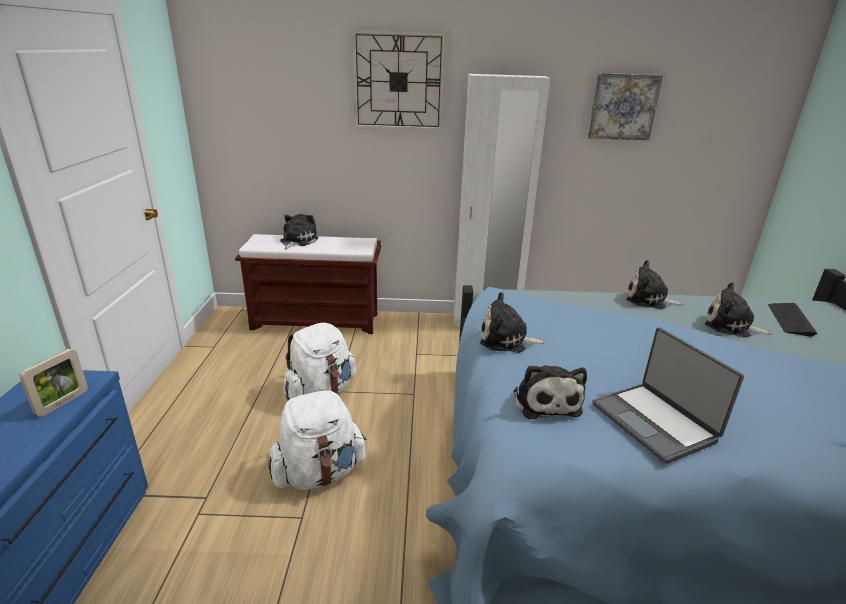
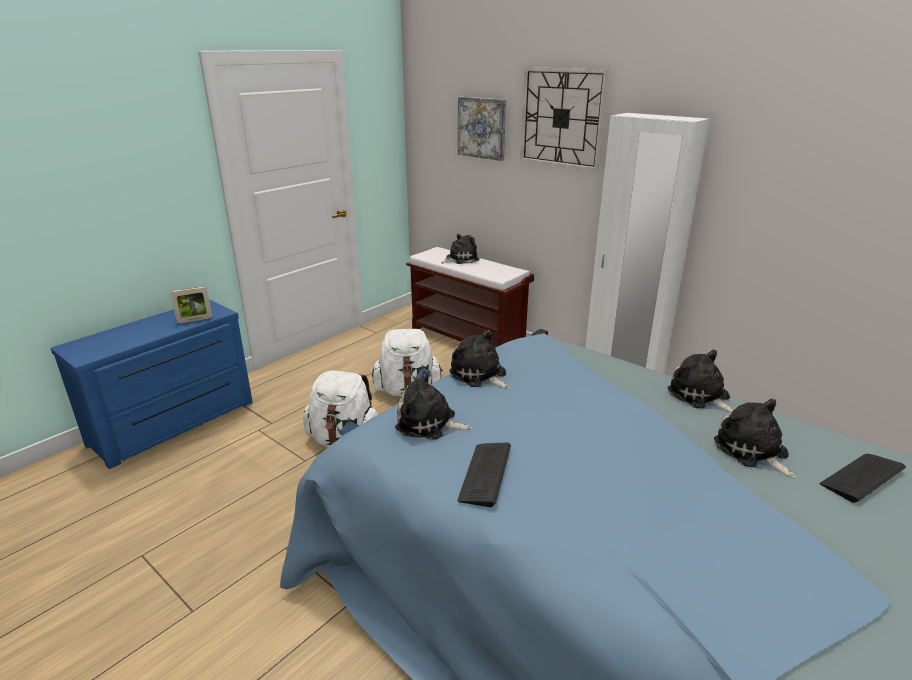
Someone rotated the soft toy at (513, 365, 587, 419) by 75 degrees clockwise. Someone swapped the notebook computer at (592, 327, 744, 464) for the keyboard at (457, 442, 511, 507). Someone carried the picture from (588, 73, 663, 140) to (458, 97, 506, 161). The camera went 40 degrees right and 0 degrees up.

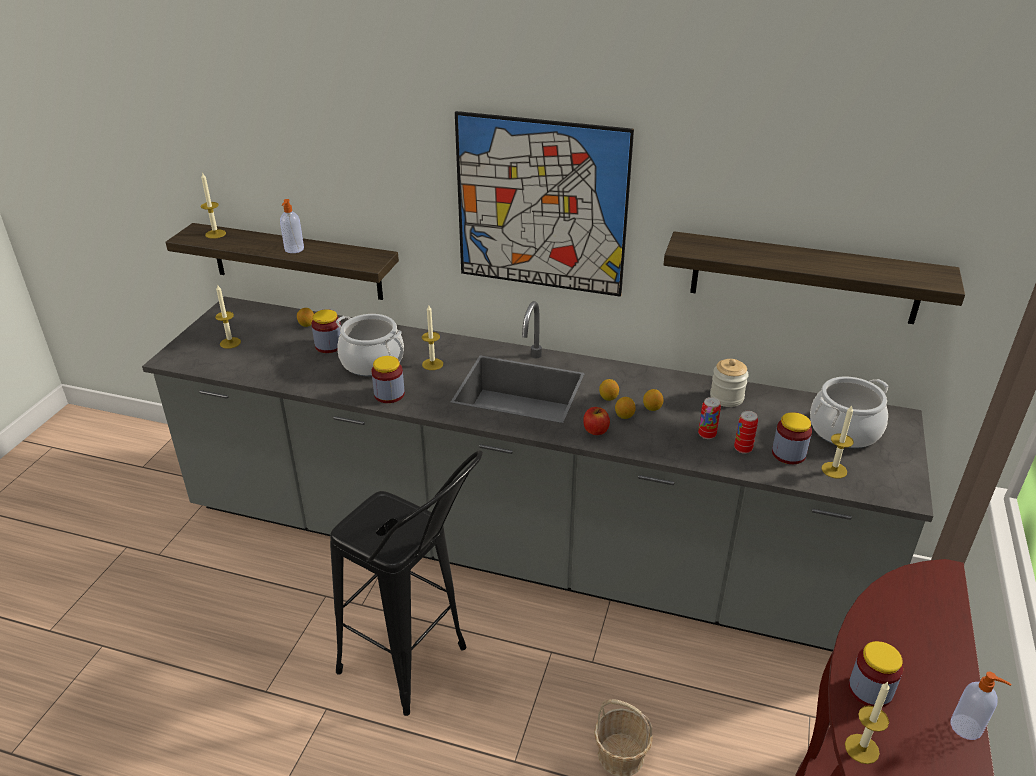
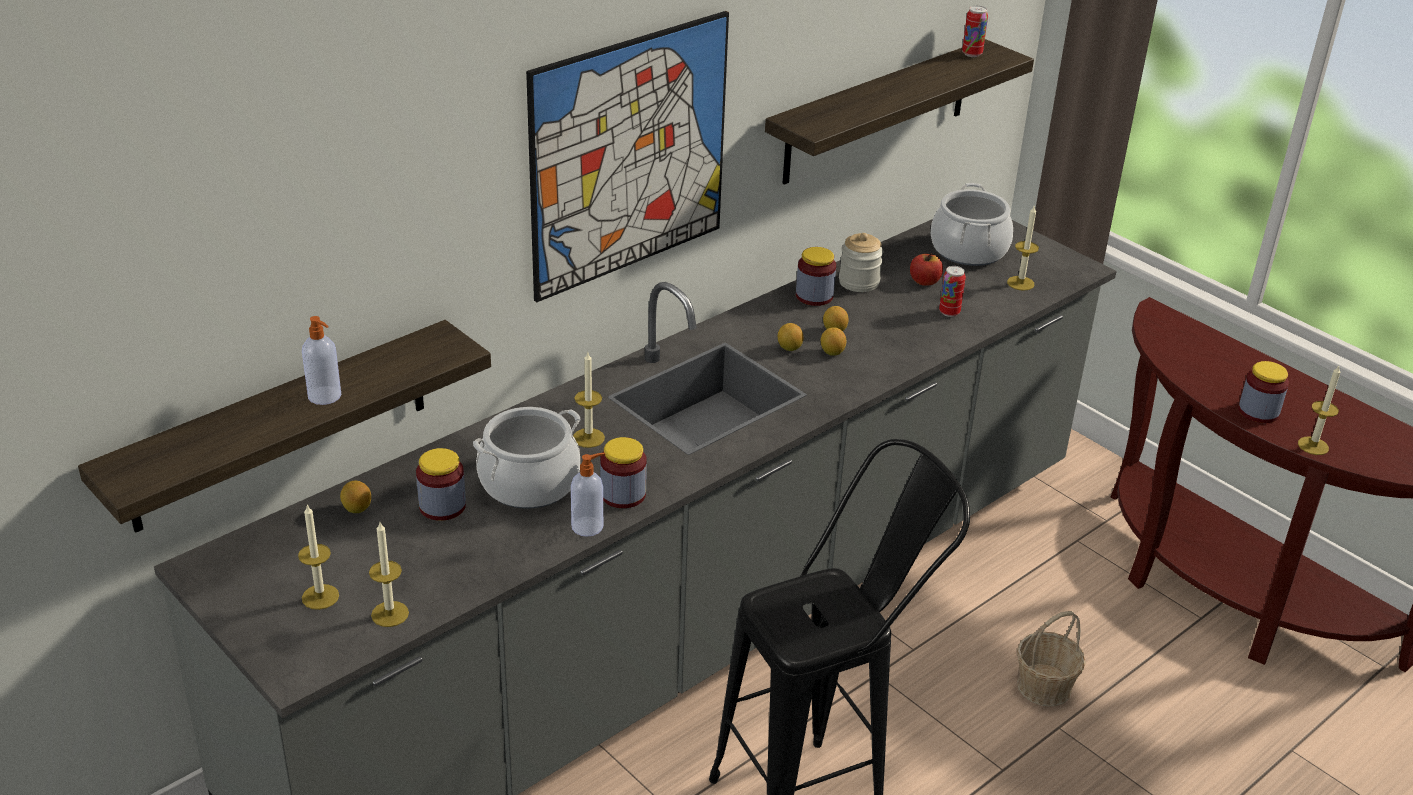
Someone carried the wax candle from (201, 172, 226, 239) to (369, 522, 409, 627). Someone carried the soap dispenser from (950, 671, 1011, 740) to (571, 453, 605, 537). Someone carried the storage jar from (772, 412, 812, 464) to (796, 247, 836, 306). Someone carried the whole apple from (583, 407, 610, 435) to (910, 253, 943, 286). Someone carried the sealed can from (698, 397, 721, 439) to (962, 6, 988, 57). The camera went 60 degrees left and 0 degrees up.

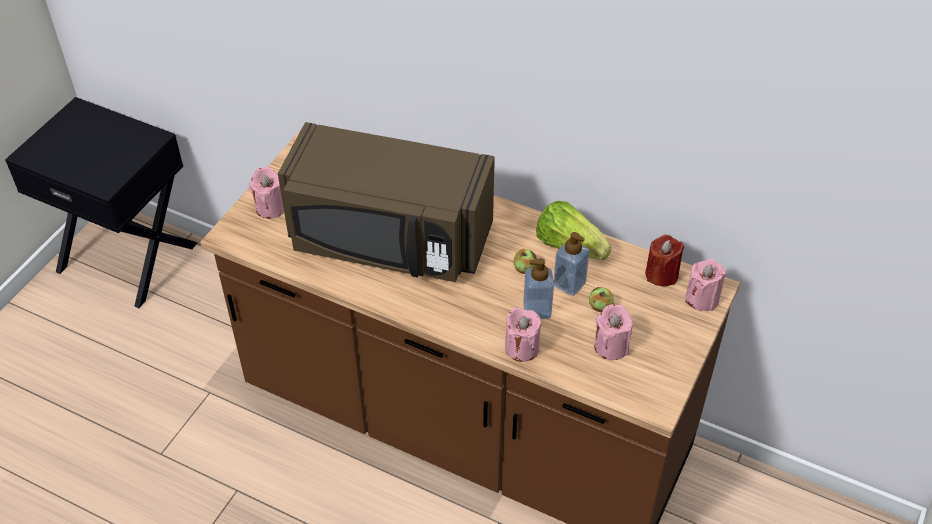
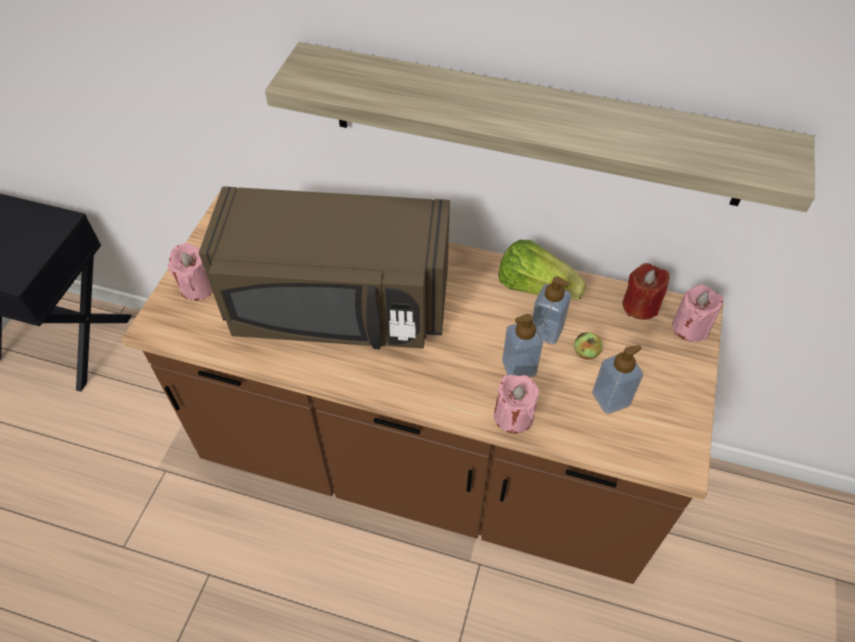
Someone put up the bracket shelf at (265, 42, 815, 212). Someone swapped the pink wax candle at (594, 304, 633, 360) for the soap dispenser at (592, 345, 643, 414). Someone took away the whole apple at (513, 249, 537, 274). The camera went 10 degrees left and 5 degrees up.

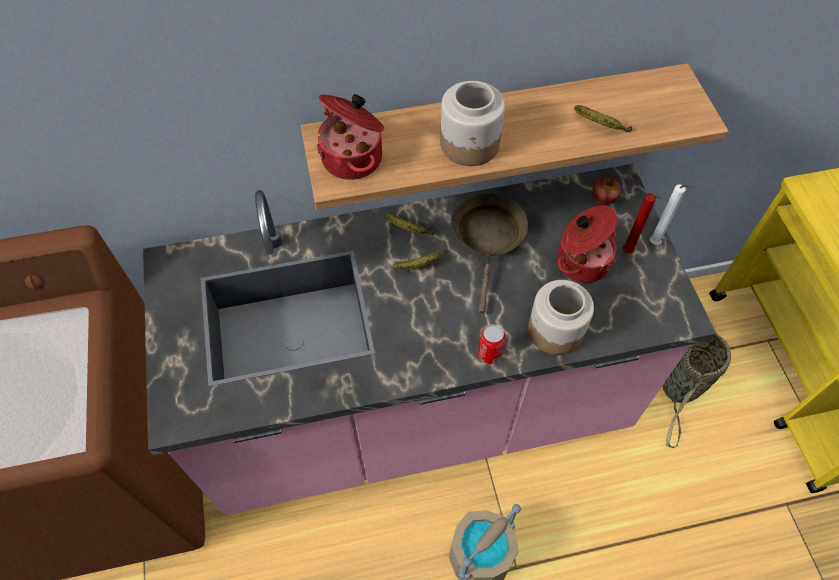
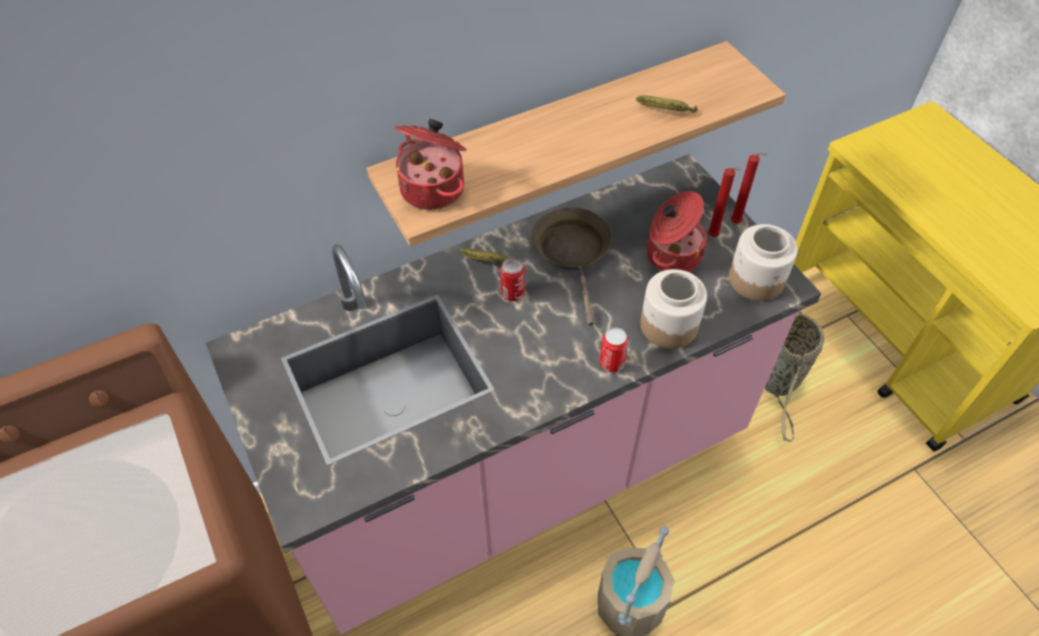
Someone swapped the banana fruit at (392, 248, 444, 270) for the sealed can at (500, 258, 525, 301). Someone carried the storage jar from (440, 81, 505, 166) to (729, 224, 798, 301). Someone repainted the white-coloured wax candle at (650, 184, 693, 245), which became the red-coloured wax candle at (730, 153, 767, 224). Someone took away the whole apple at (593, 178, 621, 205). The camera went 15 degrees left and 5 degrees down.

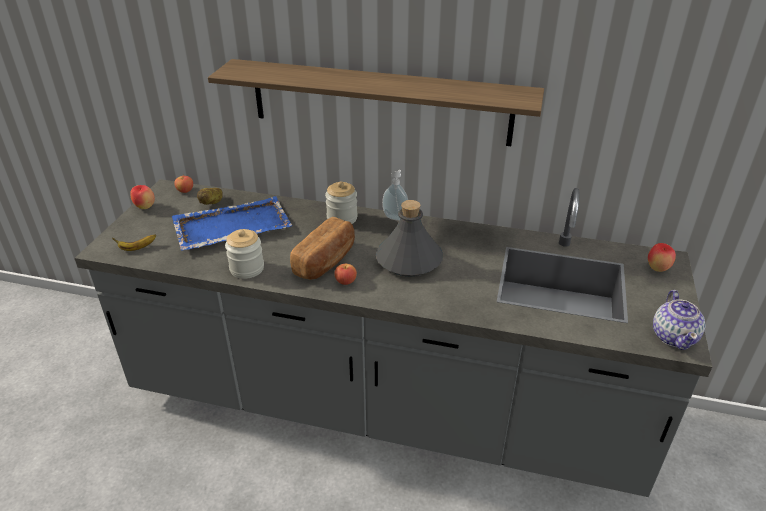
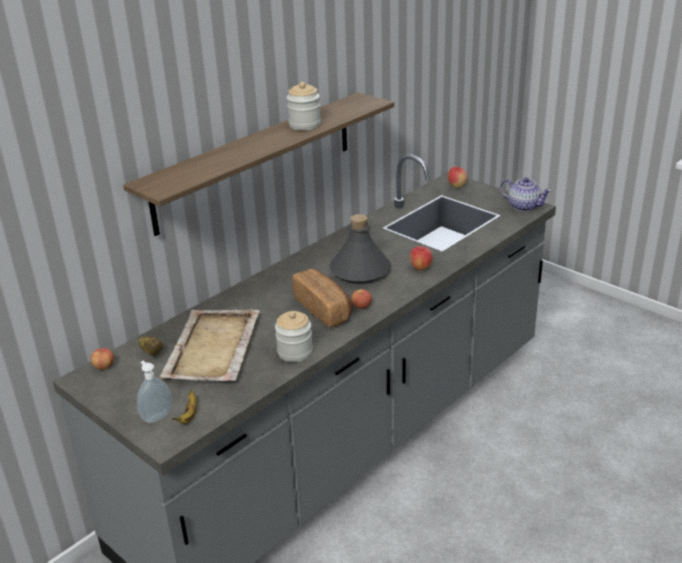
Someone carried the soap dispenser from (382, 170, 408, 221) to (137, 361, 172, 423). Someone repainted the blue carrying tray at (172, 196, 292, 251), which became the beige-coloured carrying tray at (159, 309, 260, 381). Someone carried the storage jar from (325, 181, 358, 224) to (287, 82, 321, 130). Someone carried the whole apple from (130, 185, 155, 209) to (410, 246, 433, 271). The camera went 60 degrees left and 5 degrees down.

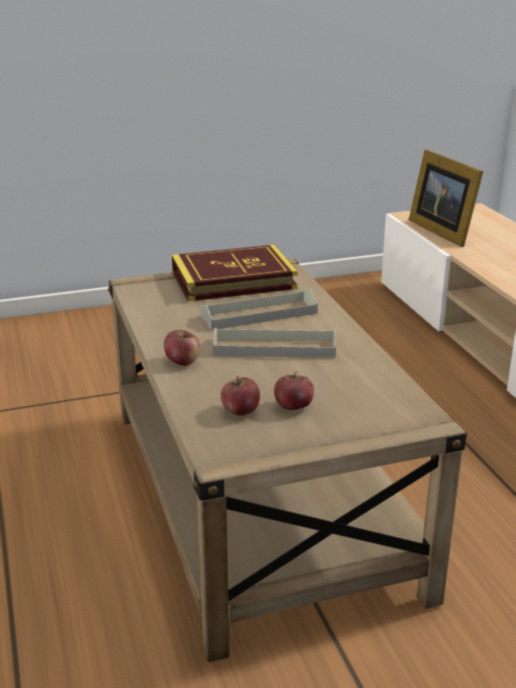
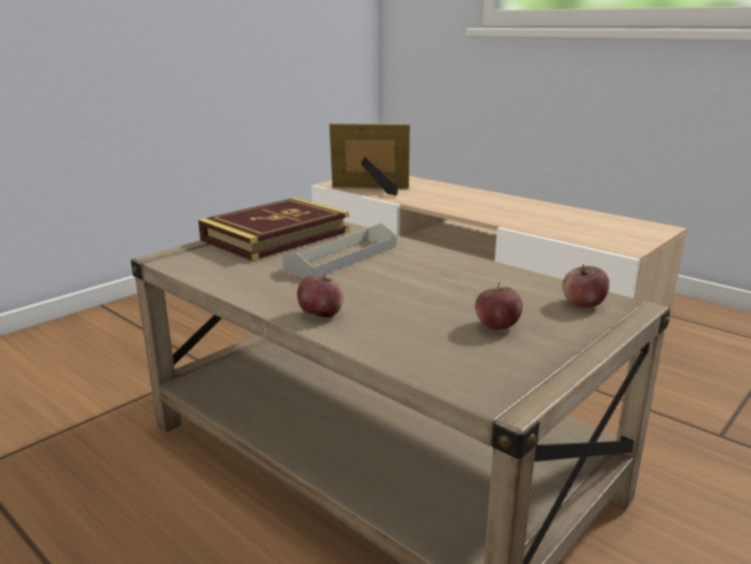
Someone rotated the standing frame at (409, 150, 483, 247) by 150 degrees clockwise. Someone carried the whole apple from (221, 376, 260, 416) to (562, 264, 609, 308). Someone took away the greyish carrying tray at (213, 328, 336, 358). The camera went 30 degrees left and 5 degrees down.

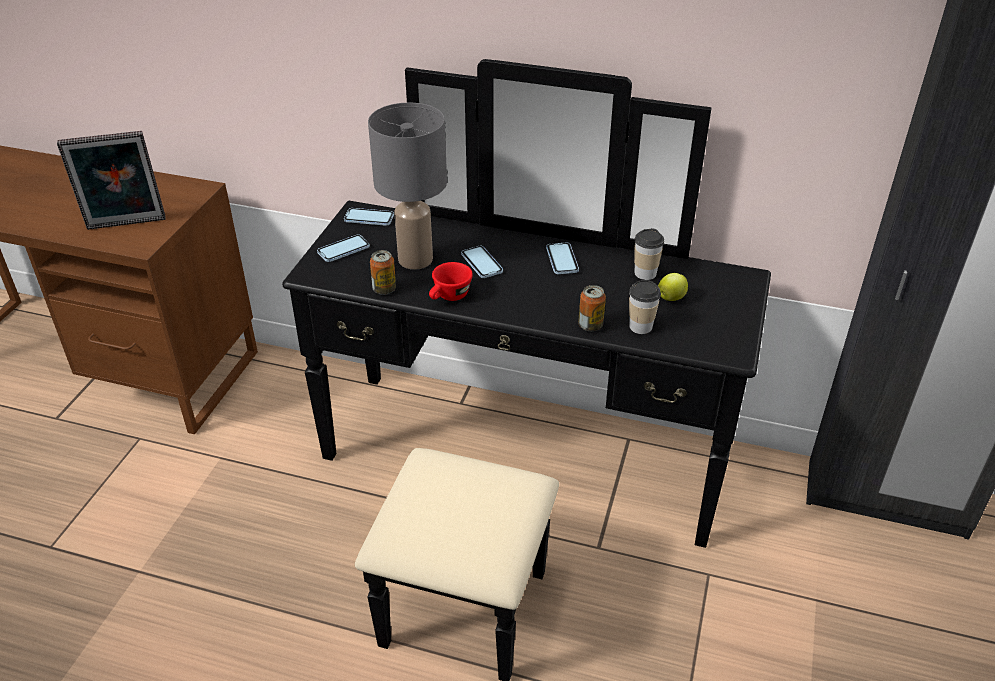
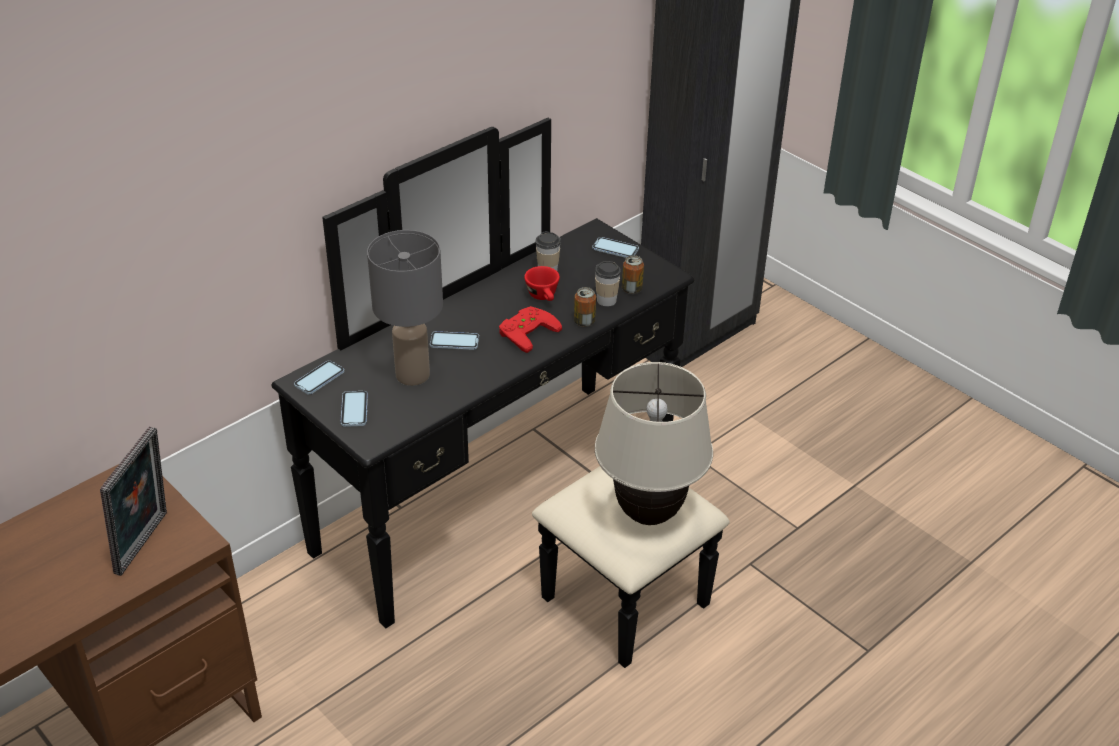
Someone put down the red-coloured gamepad at (499, 306, 562, 353). Someone carried the red-coloured small cup from (429, 262, 473, 301) to (524, 266, 560, 301). Someone carried the phone from (546, 242, 579, 274) to (592, 237, 639, 258). Someone put down the beige-coloured tabletop lamp at (595, 362, 713, 525). Someone carried the sealed can from (370, 250, 396, 295) to (622, 255, 644, 294). Someone took away the whole apple at (658, 273, 688, 301). The camera went 60 degrees left and 0 degrees up.

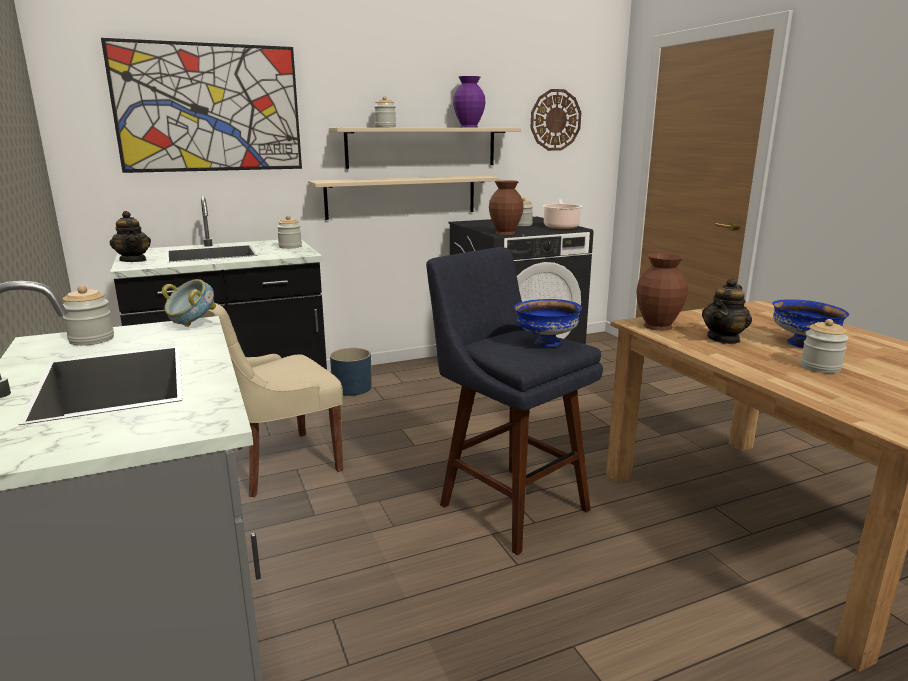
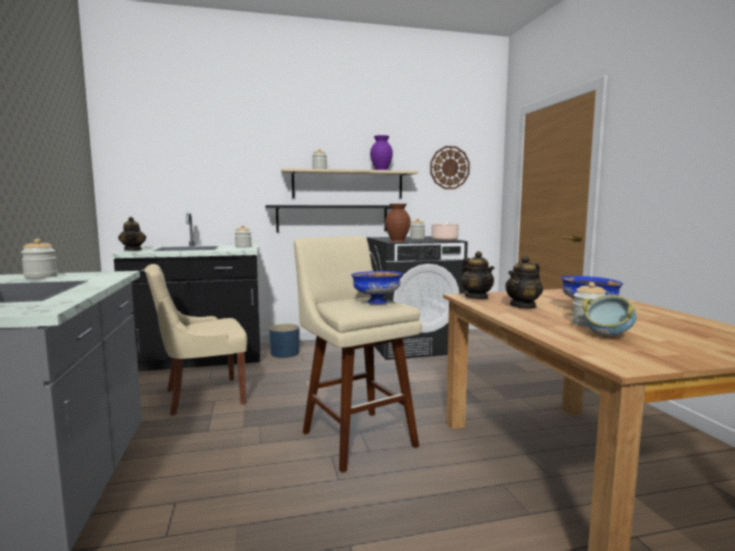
Someone repainted the beige-coloured bracket shelf at (308, 175, 500, 220), which became the black-coloured bracket shelf at (265, 205, 392, 233). Someone repainted the blue sitting stool at (426, 247, 603, 555), which became the beige-coloured sitting stool at (294, 236, 422, 473). Someone swapped the brown decorative vase at (637, 253, 688, 331) for the tea pot at (461, 251, 494, 299). Someone carried the serving bowl from (162, 279, 216, 327) to (582, 295, 637, 338). Someone took away the picture at (101, 38, 302, 173). The camera went 10 degrees right and 10 degrees down.

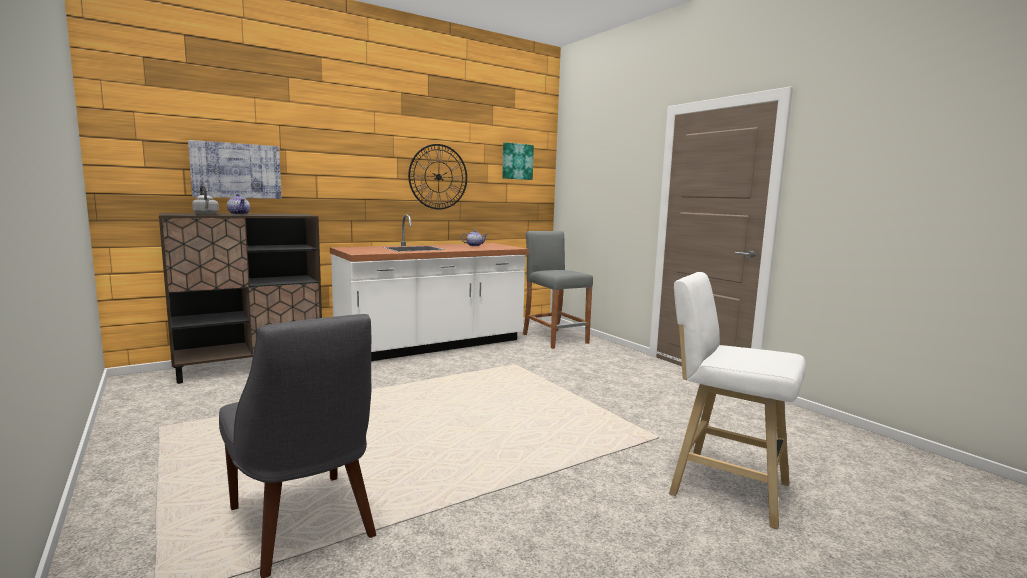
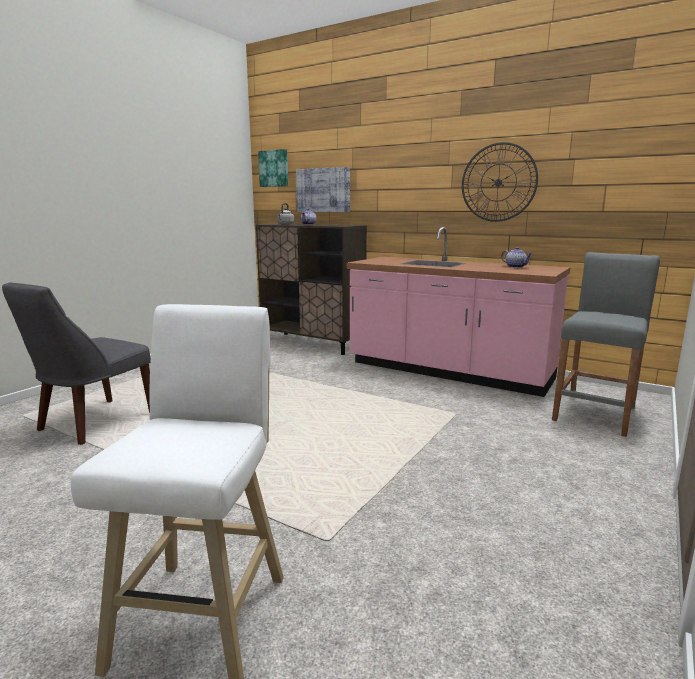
Someone carried the picture from (502, 142, 534, 180) to (258, 149, 288, 187). Someone repainted the white-coloured kitchen base unit at (330, 215, 529, 361), which became the pink kitchen base unit at (346, 227, 571, 397). The camera went 65 degrees right and 5 degrees up.

